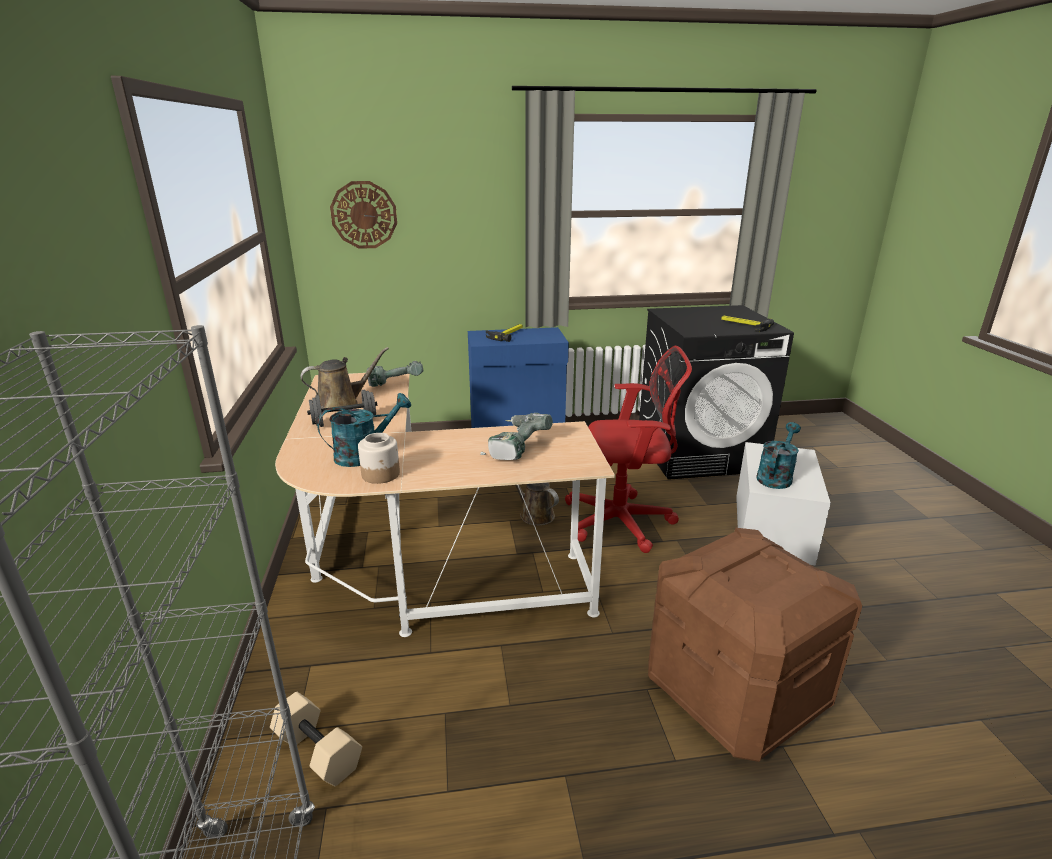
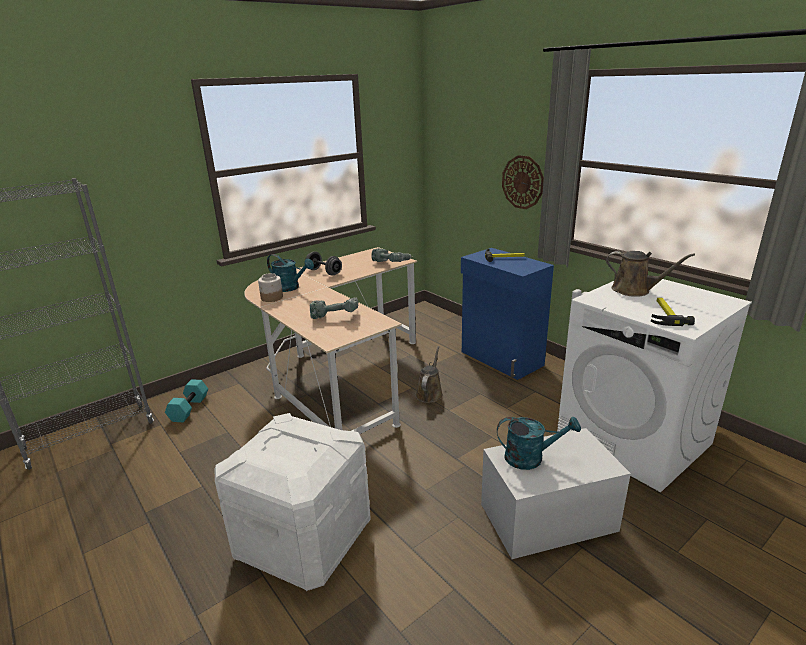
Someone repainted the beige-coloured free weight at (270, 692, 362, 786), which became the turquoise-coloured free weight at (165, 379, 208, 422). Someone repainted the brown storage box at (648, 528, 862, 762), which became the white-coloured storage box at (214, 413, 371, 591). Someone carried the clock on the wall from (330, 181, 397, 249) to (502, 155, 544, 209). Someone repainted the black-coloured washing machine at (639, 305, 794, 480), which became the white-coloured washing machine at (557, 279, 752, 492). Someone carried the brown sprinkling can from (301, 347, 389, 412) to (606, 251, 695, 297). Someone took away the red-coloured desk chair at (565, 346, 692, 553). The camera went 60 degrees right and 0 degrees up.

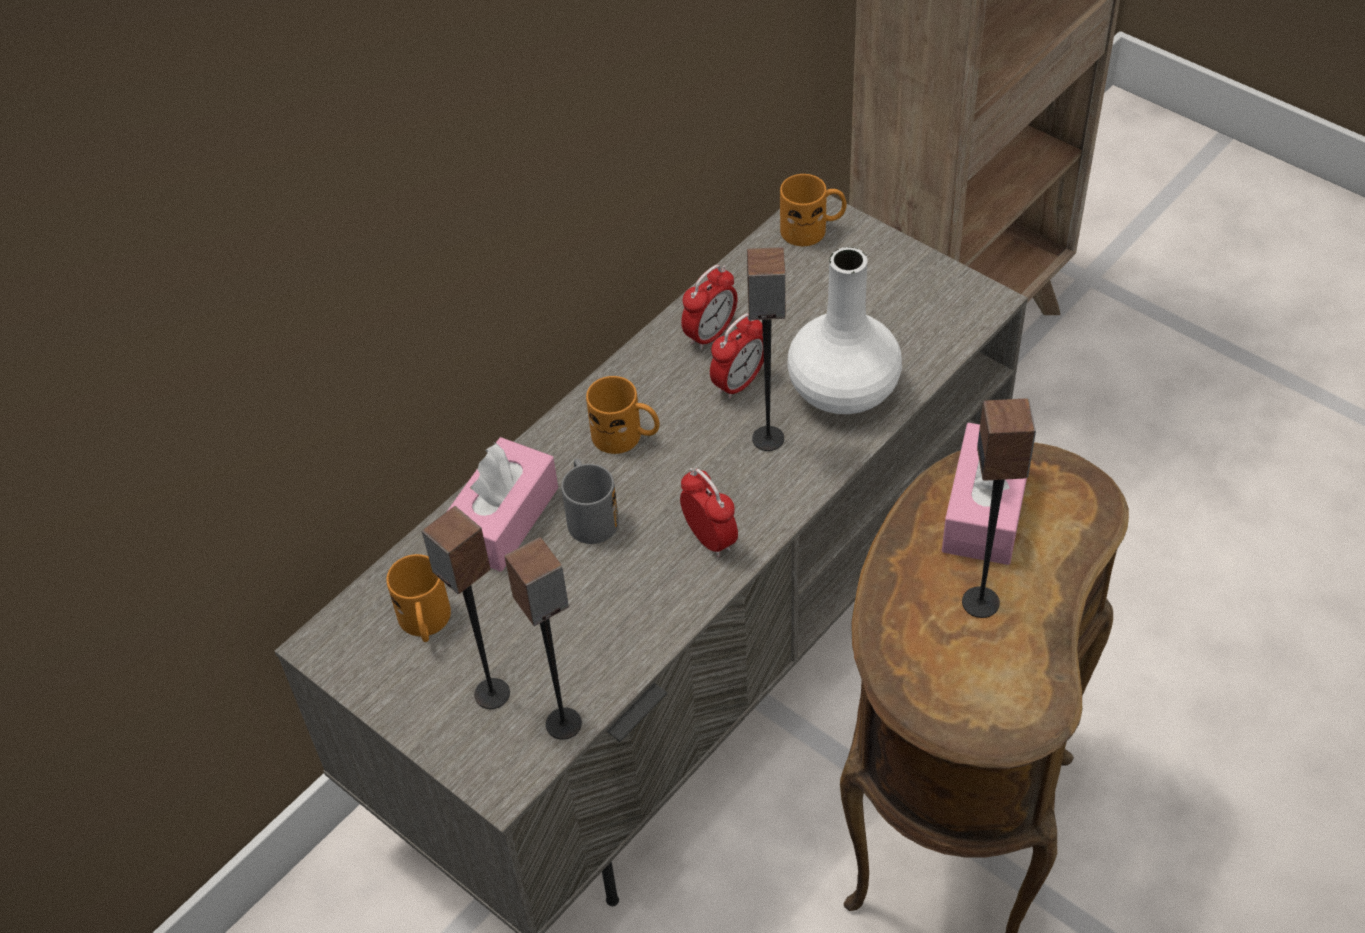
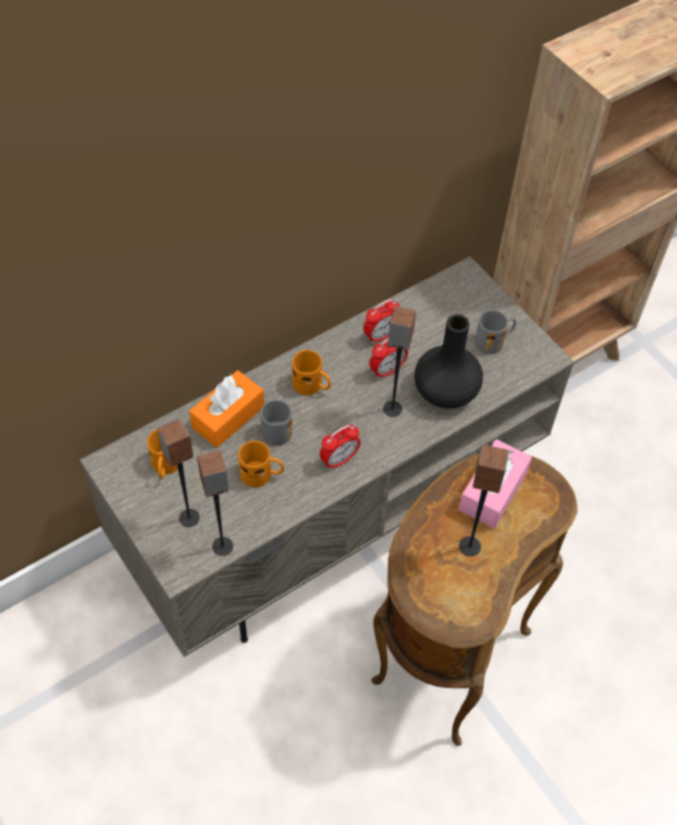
Someone repainted the pink tissue box at (447, 437, 558, 572), which became the orange-coloured tissue box at (189, 370, 264, 448). Someone carried the orange-coloured tea mug from (780, 174, 847, 246) to (238, 441, 284, 487). Someone rotated the bedside clock at (680, 468, 738, 558) by 75 degrees clockwise. Someone repainted the white-coloured decorative vase at (787, 247, 902, 414), which became the black-coloured decorative vase at (414, 314, 483, 409). Someone put down the greyish tea mug at (475, 310, 516, 354). The camera went 10 degrees right and 5 degrees up.

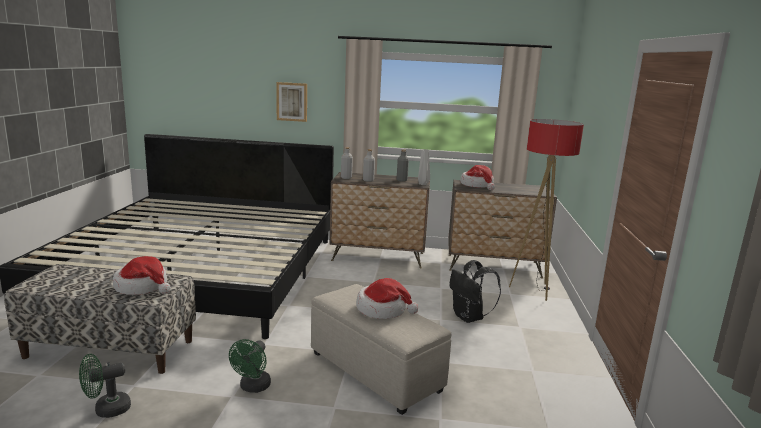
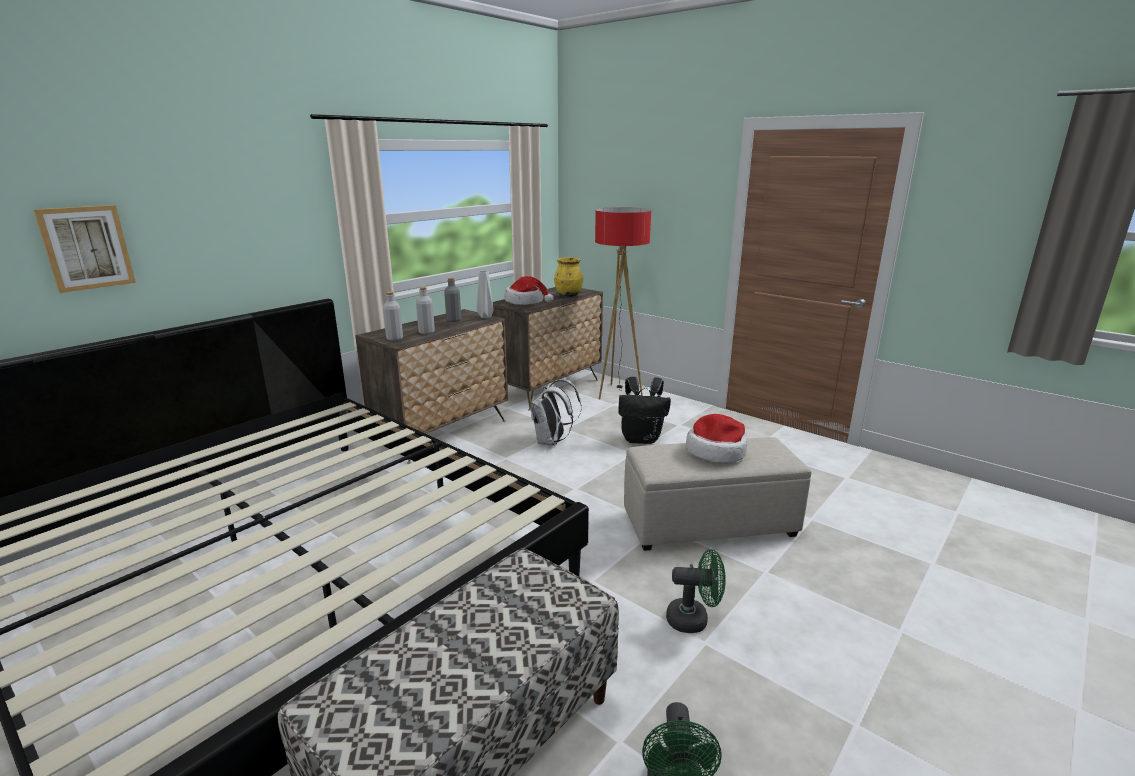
Someone carried the picture from (276, 82, 307, 122) to (33, 205, 136, 293). Someone put down the white-coloured backpack at (531, 379, 582, 446). Someone put down the yellow decorative vase at (554, 257, 583, 297). Someone rotated the green fan at (229, 339, 271, 393) by 45 degrees counterclockwise. Someone took away the clothing hat at (113, 256, 171, 295). The camera went 55 degrees left and 5 degrees up.

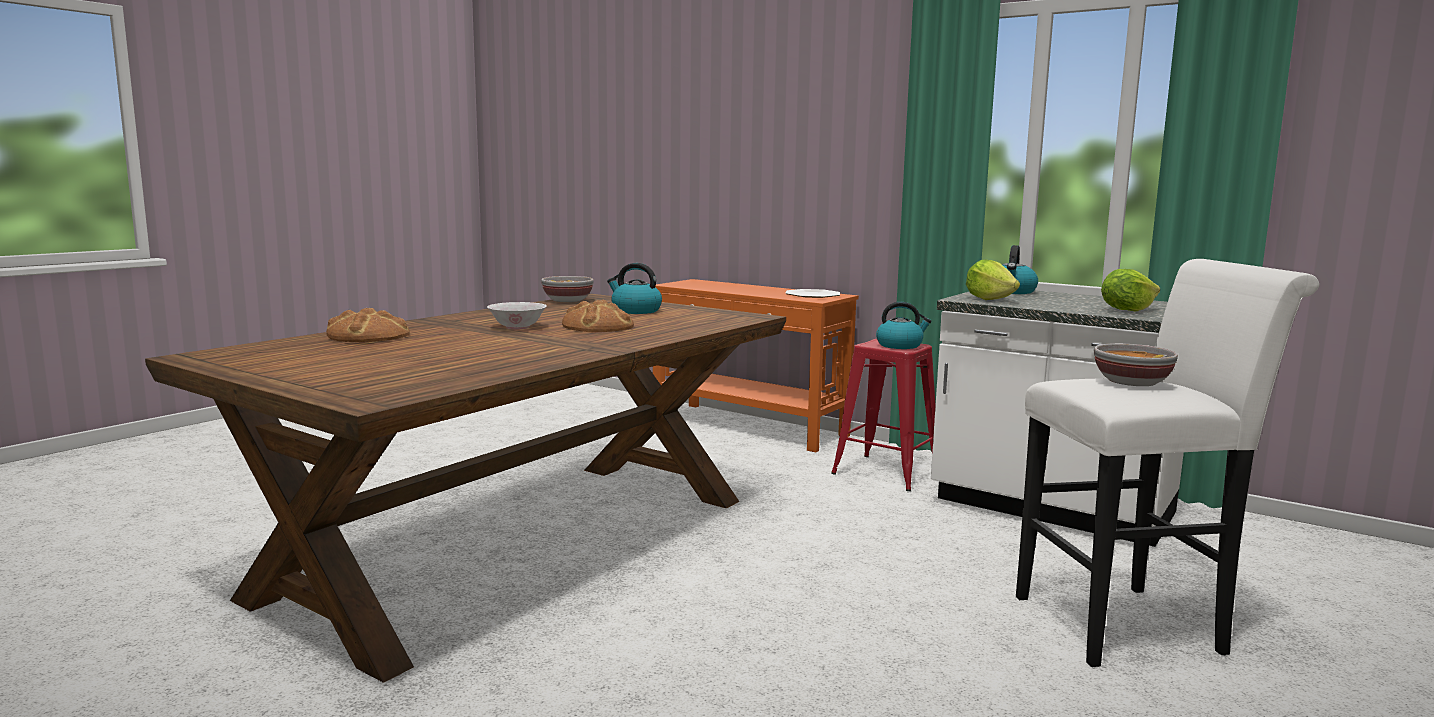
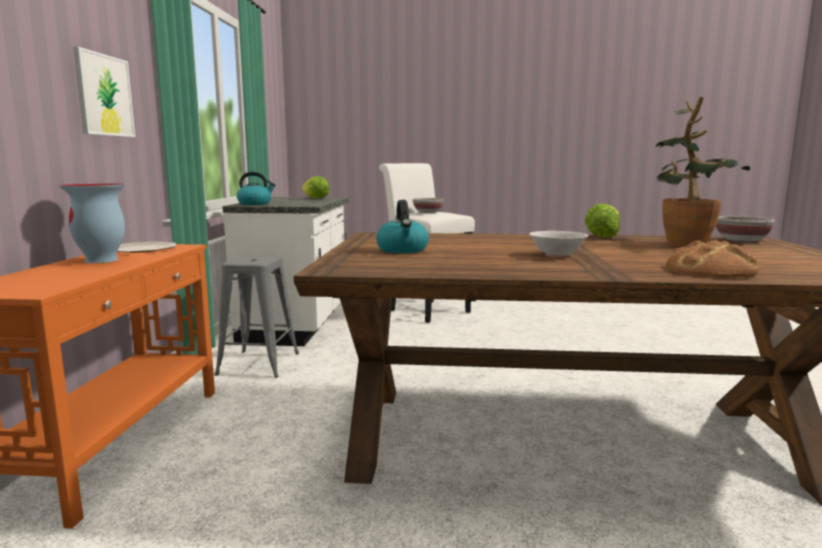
Someone put down the decorative vase at (59, 183, 126, 263). Someone put up the picture at (73, 47, 135, 137). Someone repainted the red-coloured sitting stool at (831, 339, 935, 491), which became the greyish sitting stool at (215, 255, 299, 378). Someone carried the lettuce from (966, 260, 1020, 300) to (585, 204, 620, 238). Someone put down the houseplant at (655, 97, 750, 247). Someone carried the serving bowl from (541, 276, 594, 302) to (716, 216, 775, 242). Someone took away the baked bread at (562, 300, 634, 332). Someone took away the tea kettle at (876, 302, 932, 349). The camera went 120 degrees left and 0 degrees up.

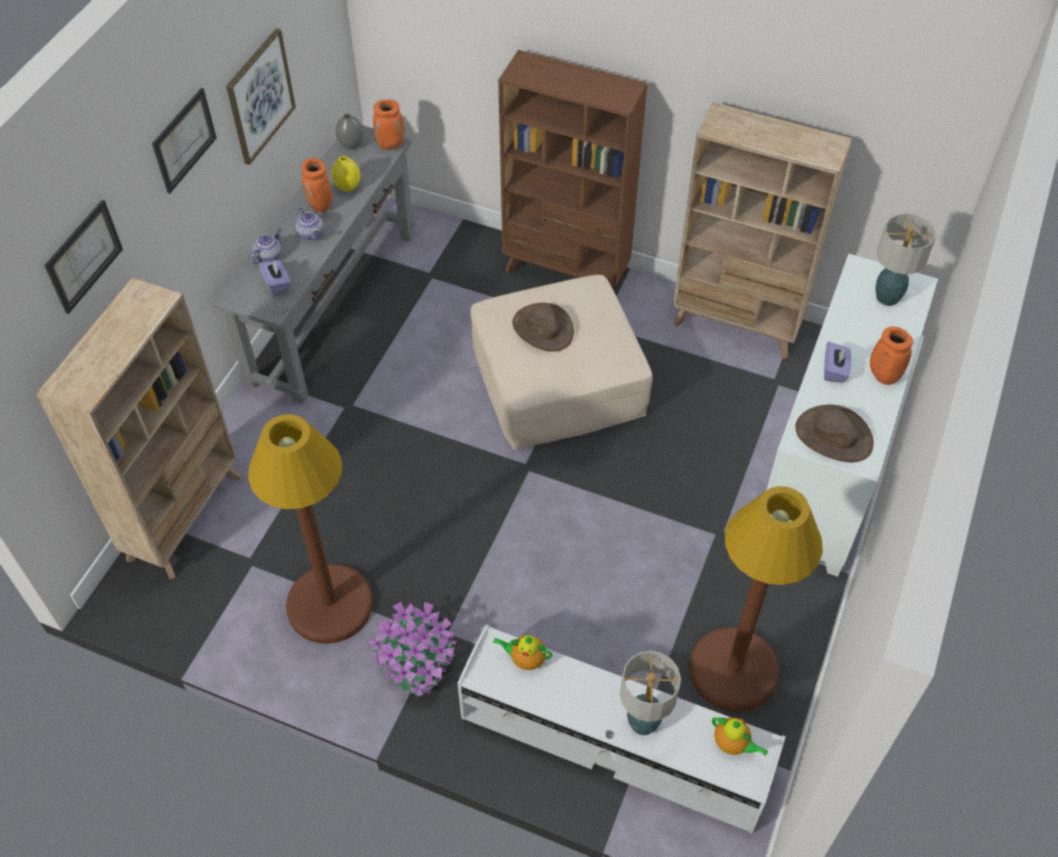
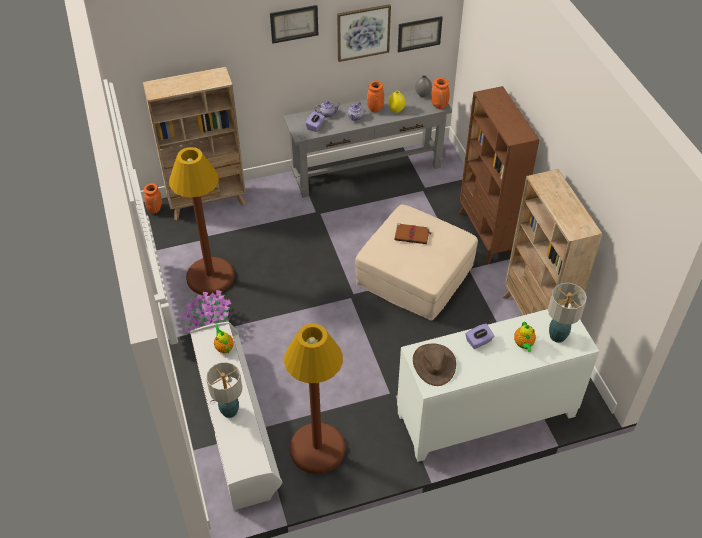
Someone carried the orange-coloured decorative vase from (870, 326, 913, 385) to (144, 183, 162, 214). Someone swapped the brown clothing hat at (512, 303, 574, 352) for the brown volume at (394, 223, 432, 244). Someone carried the picture from (44, 200, 123, 314) to (398, 16, 443, 52). Someone carried the tea pot from (712, 717, 768, 756) to (514, 321, 536, 352). The camera went 50 degrees right and 5 degrees down.

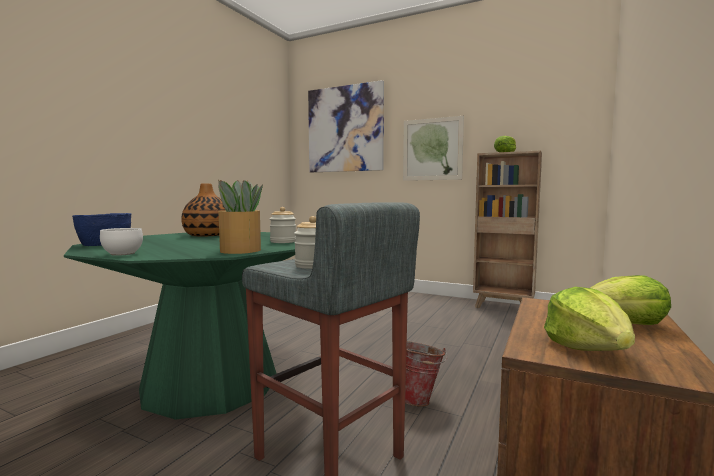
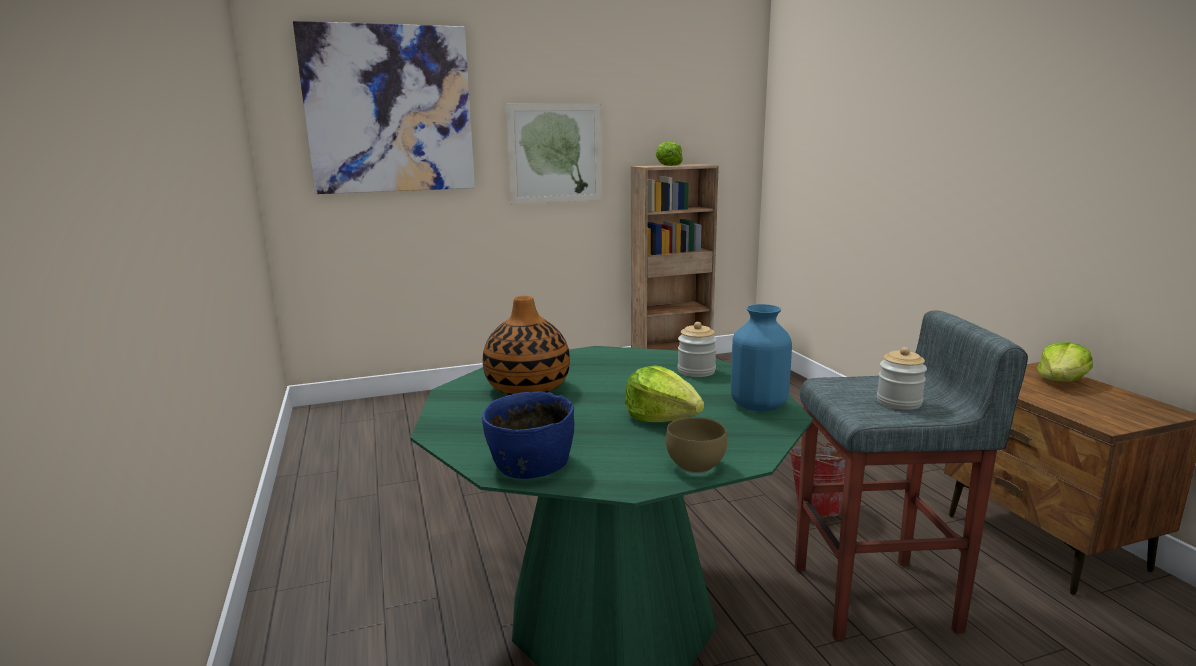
Someone carried the lettuce from (544, 287, 635, 351) to (625, 365, 704, 422). Someone repainted the white-coloured serving bowl at (100, 228, 143, 256), which became the brown serving bowl at (666, 417, 727, 473). Someone swapped the houseplant at (218, 180, 263, 254) for the blue decorative vase at (731, 304, 792, 411). The camera went 45 degrees left and 10 degrees up.

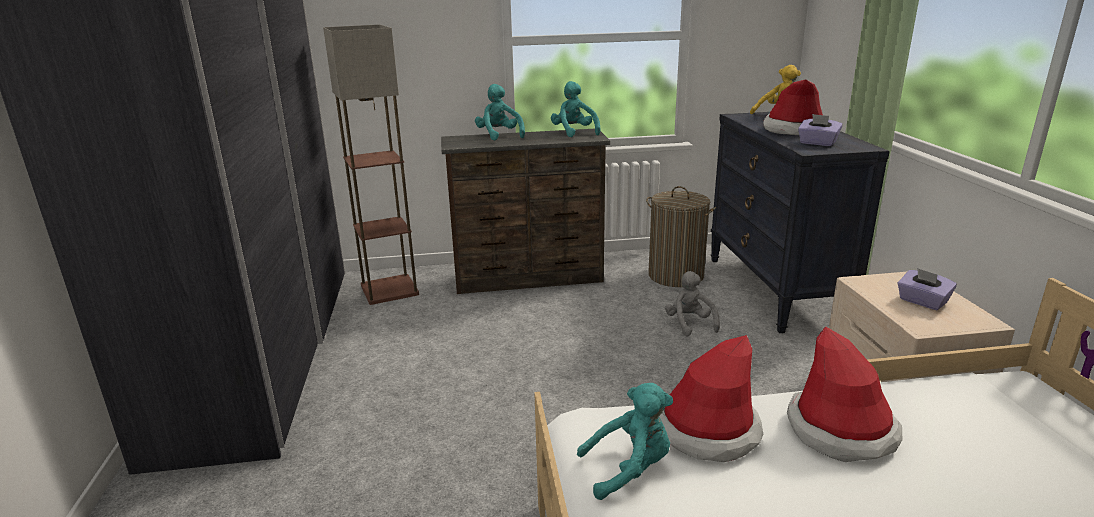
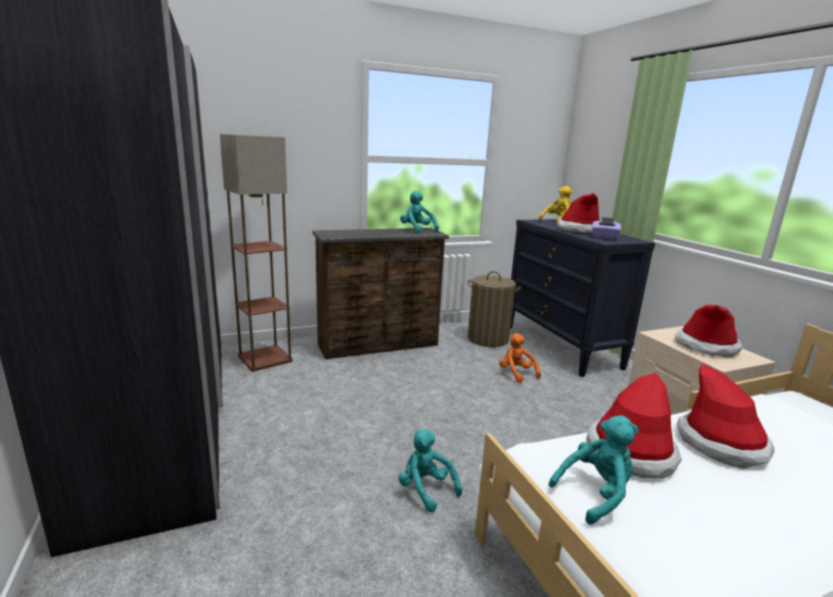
Someone carried the turquoise-coloured soft toy from (475, 84, 525, 140) to (398, 429, 462, 513). Someone repainted the greyish soft toy at (665, 271, 720, 337), which became the orange-coloured soft toy at (499, 333, 541, 383). Someone swapped the purple-coloured tissue box at (897, 268, 957, 310) for the clothing hat at (675, 304, 742, 358). The camera went 15 degrees left and 5 degrees down.

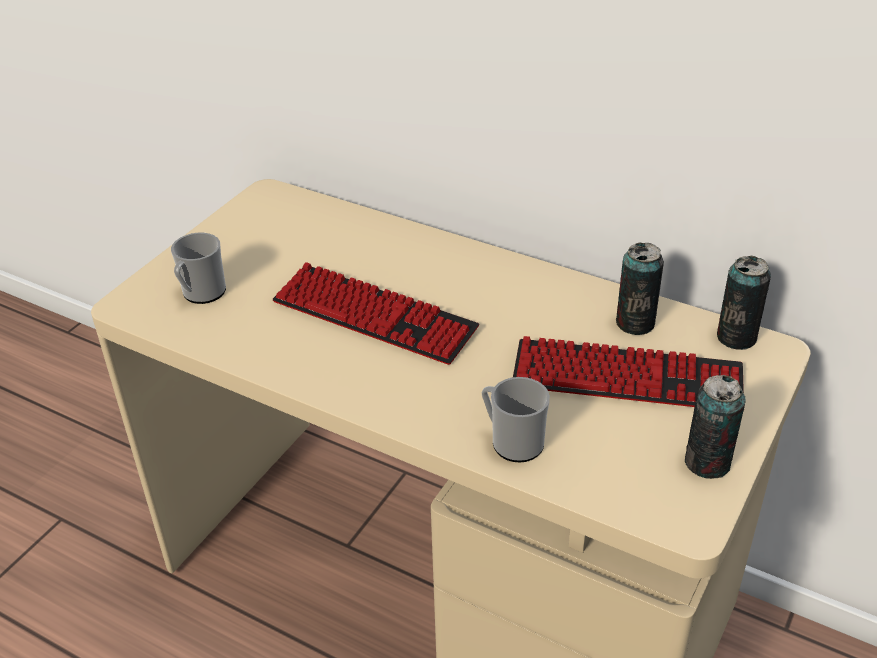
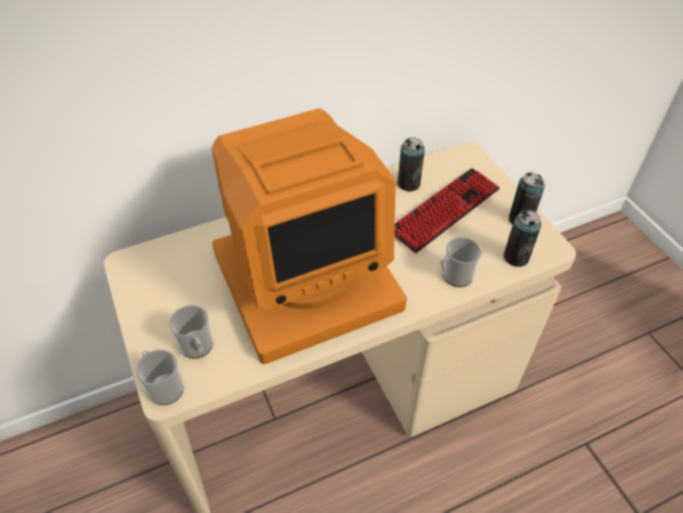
Someone put down the tea mug at (136, 350, 184, 405). Someone swapped the keyboard at (273, 262, 479, 365) for the computer screen at (212, 108, 407, 364). Someone carried the sealed can from (717, 256, 771, 350) to (504, 210, 541, 267). The camera went 55 degrees left and 10 degrees up.

